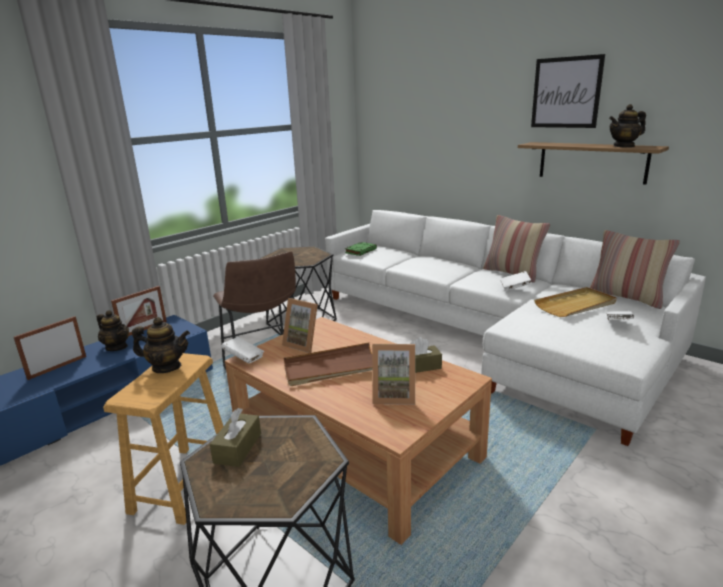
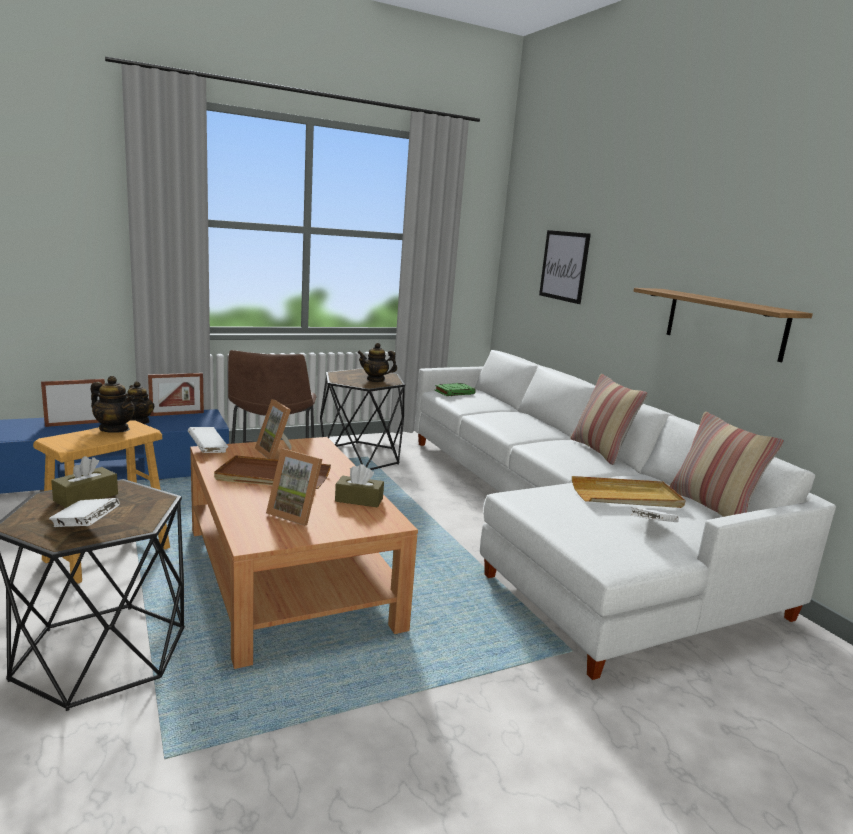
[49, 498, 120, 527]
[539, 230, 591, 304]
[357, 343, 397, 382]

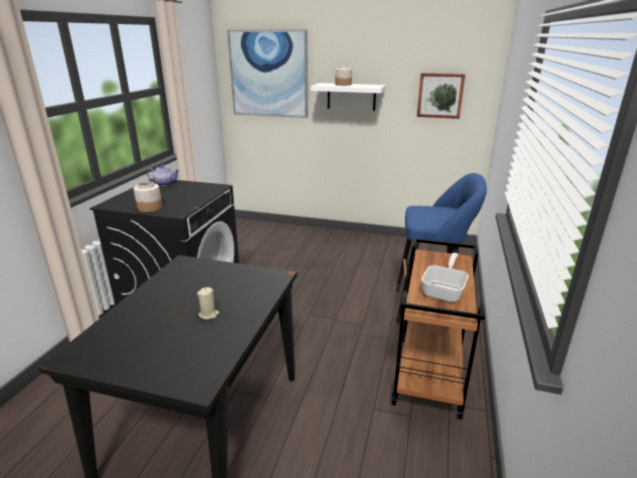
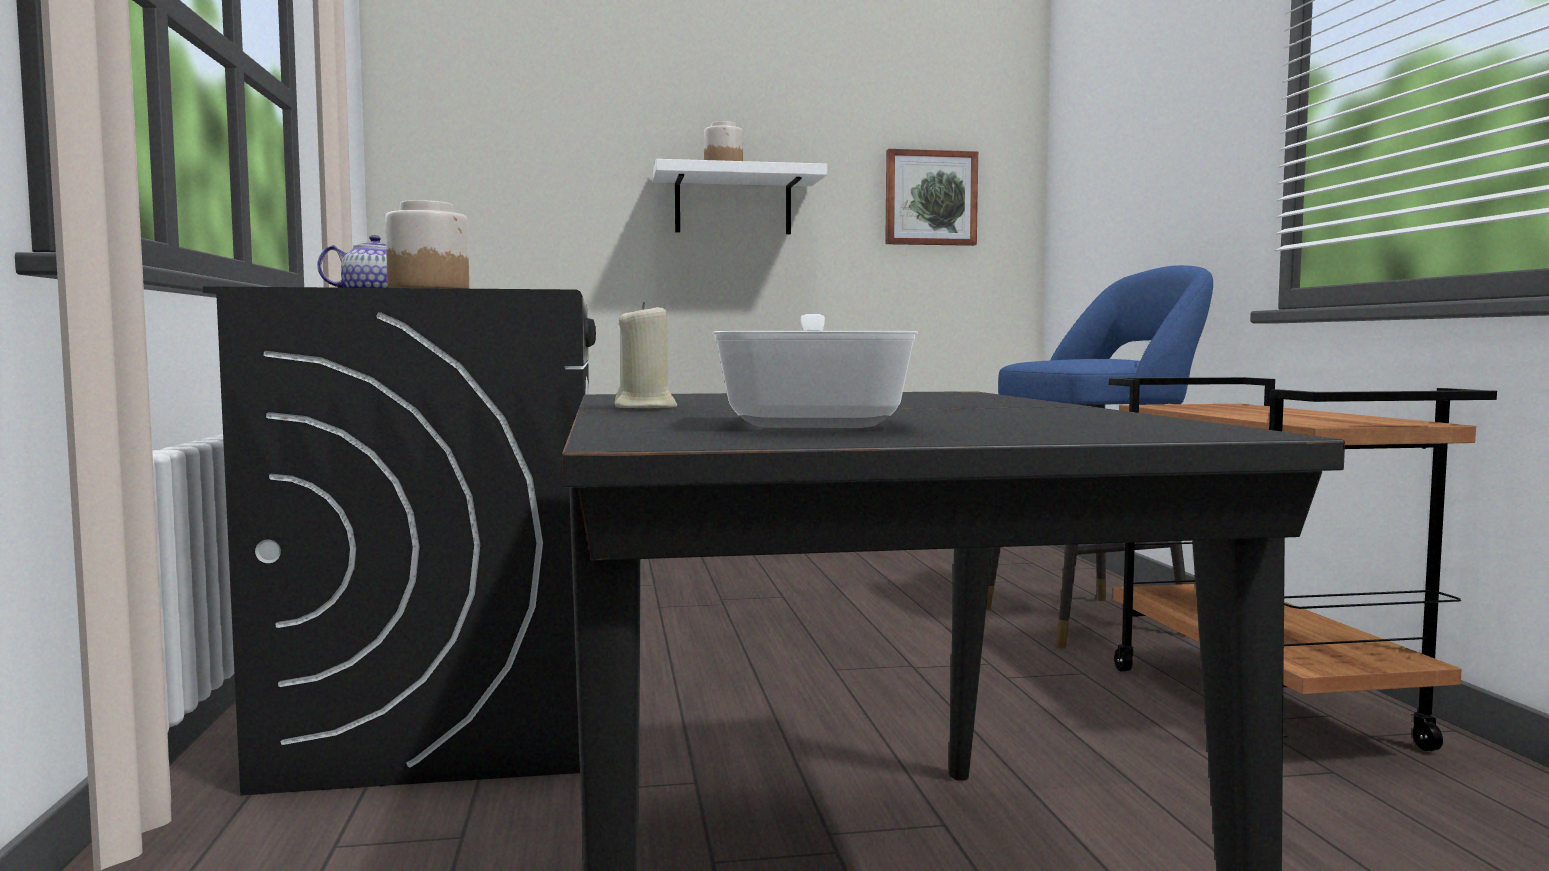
[227, 30, 308, 118] (first image)
[614, 302, 677, 408]
[712, 314, 918, 428]

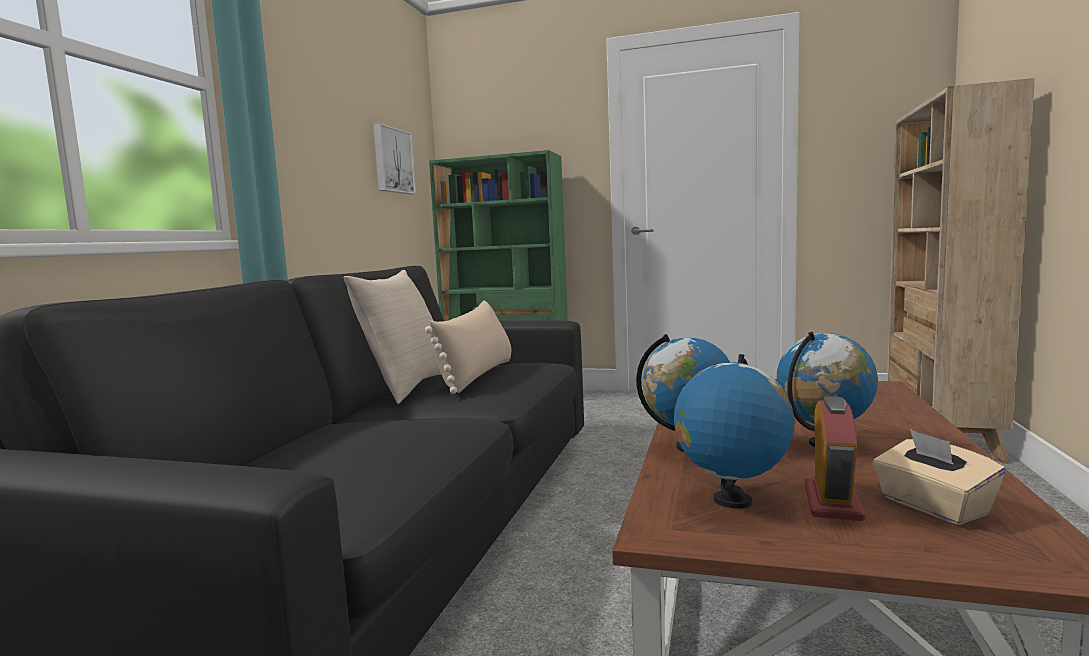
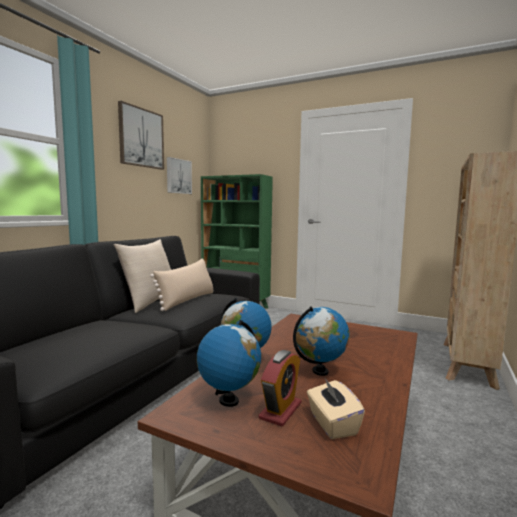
[118, 101, 164, 170]

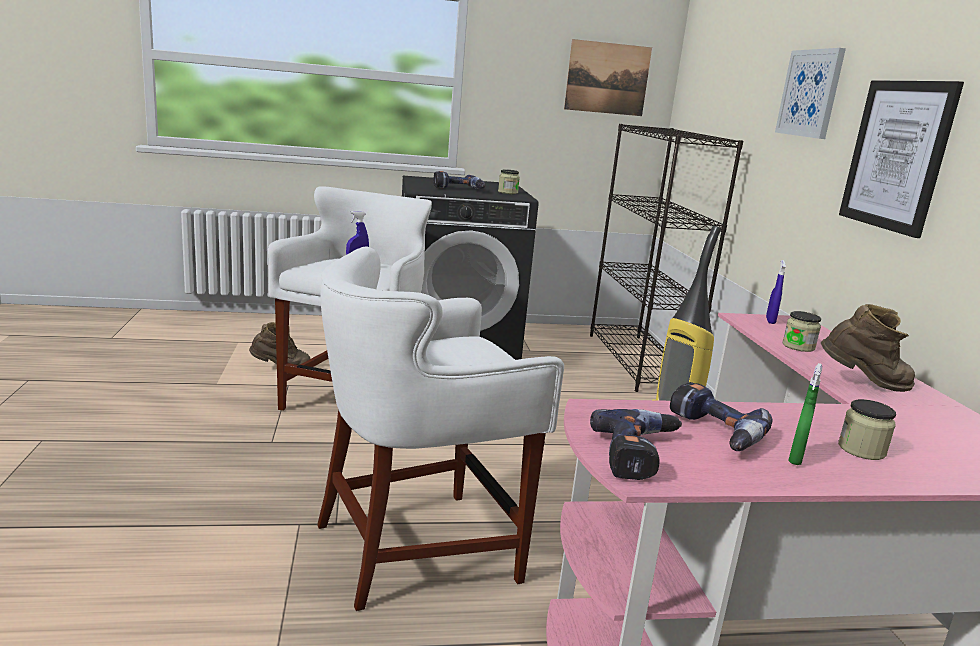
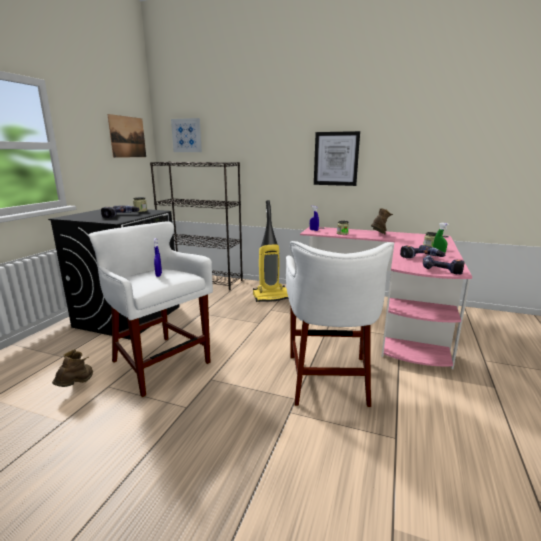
[171, 118, 202, 152]

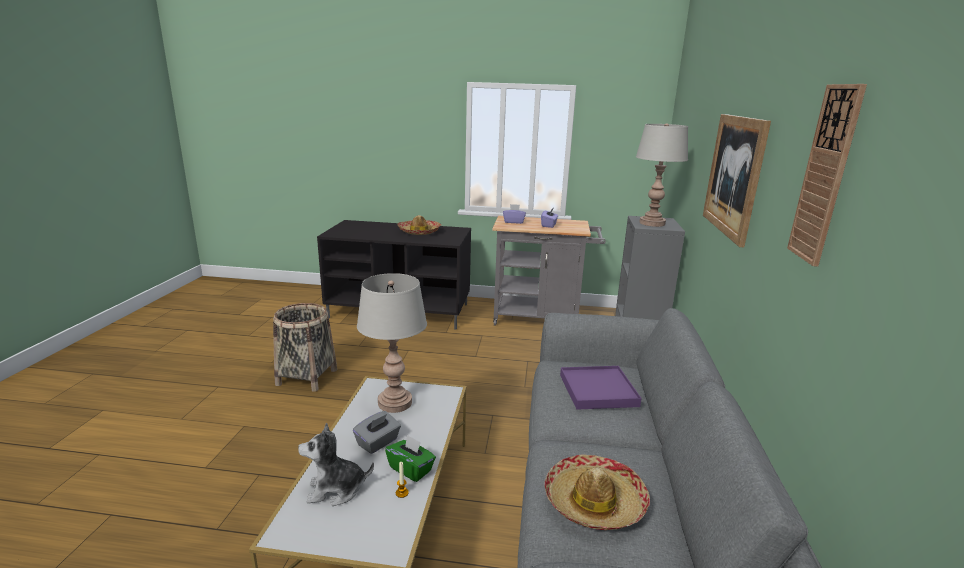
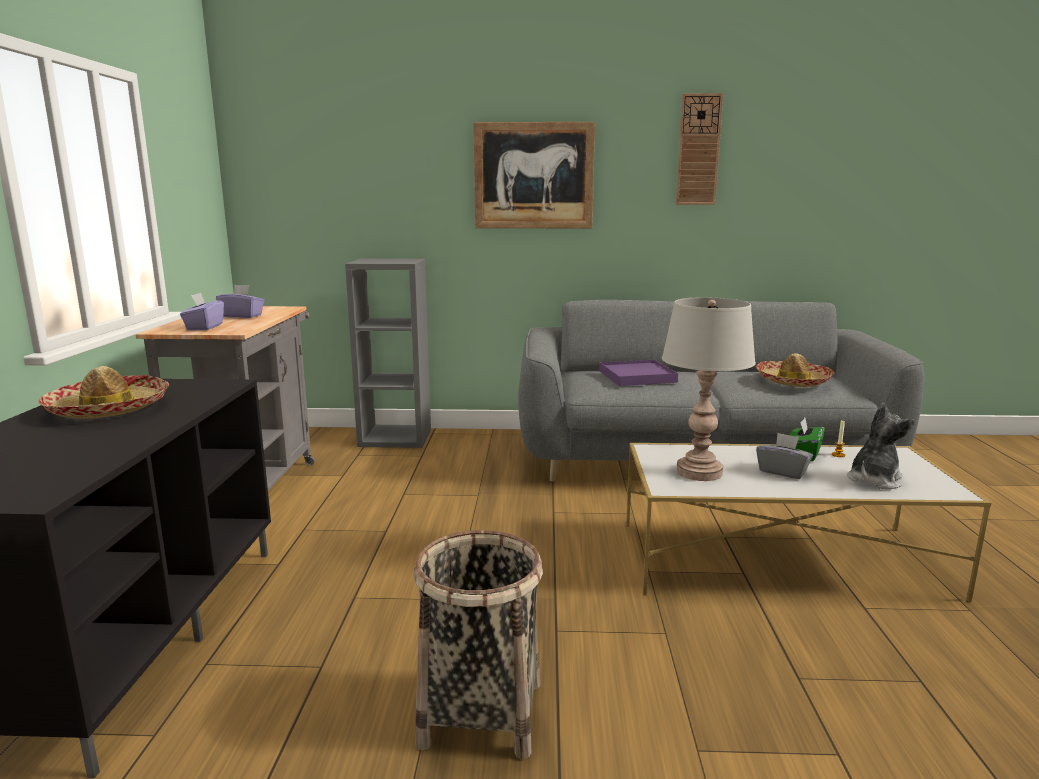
[636, 123, 688, 227] (first image)
[847, 403, 914, 489]

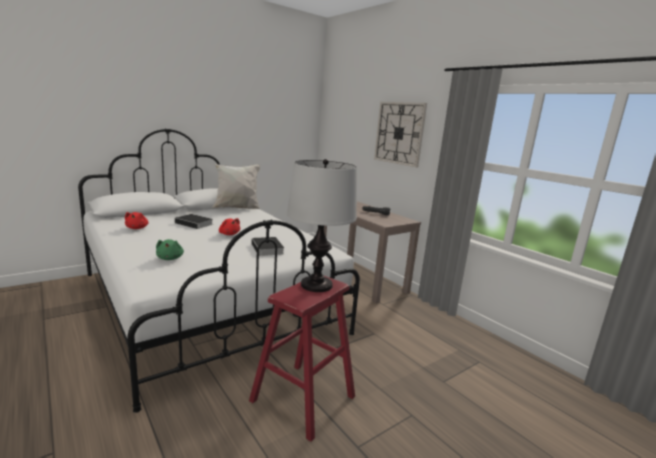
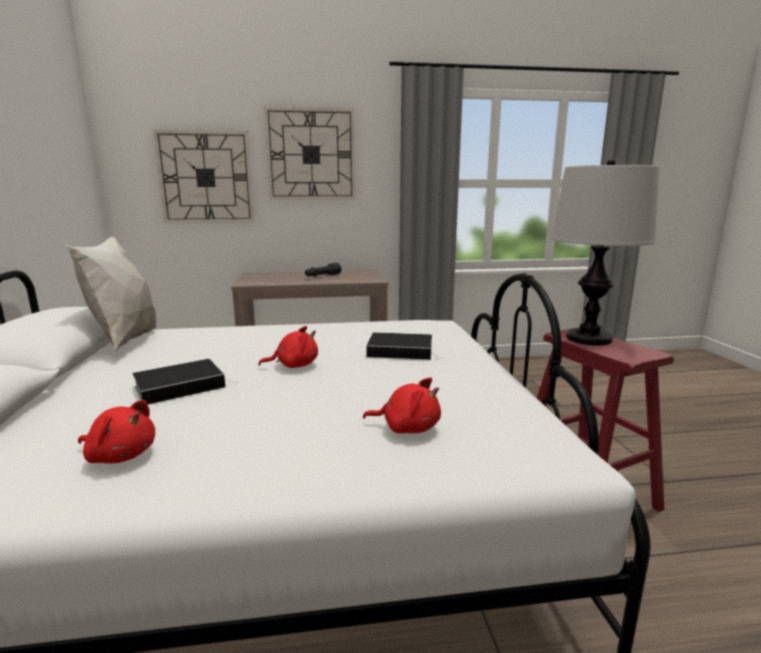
[153, 130, 254, 223]
[363, 377, 441, 433]

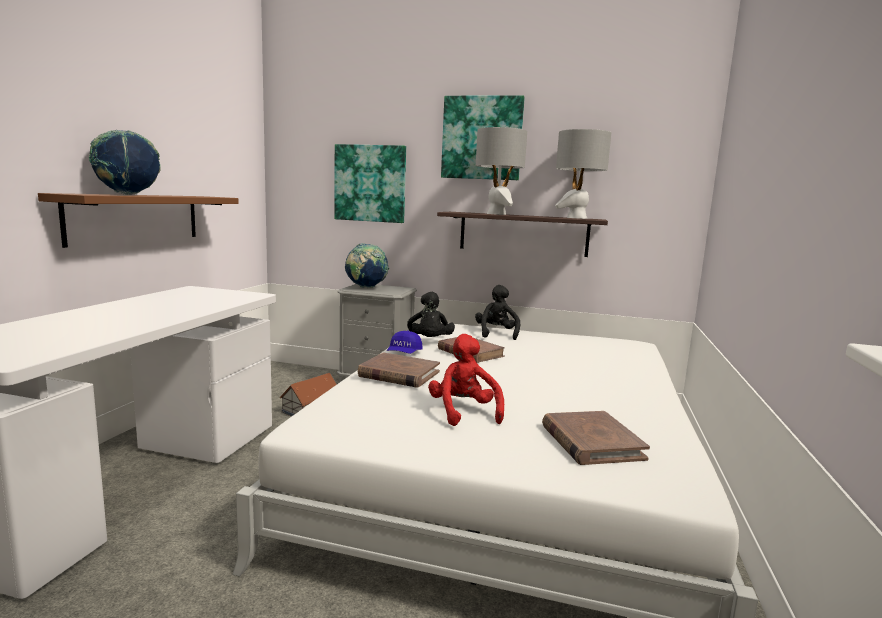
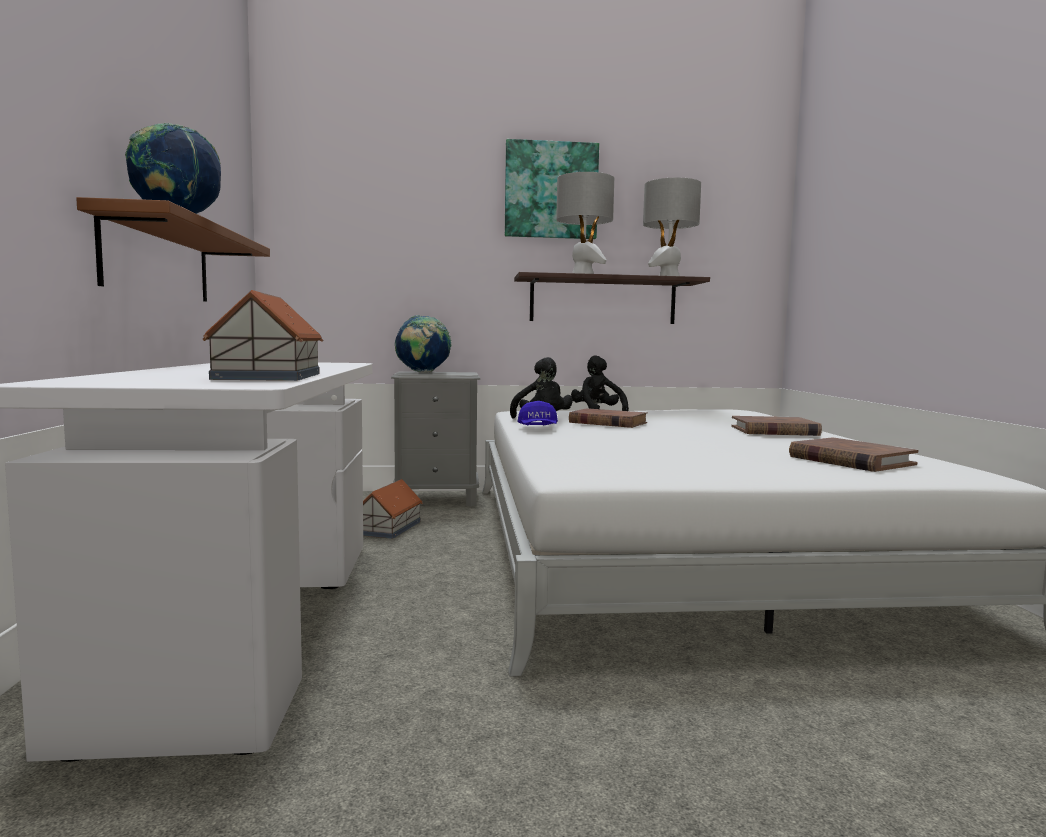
[334, 144, 406, 223] (first image)
[428, 334, 504, 426] (first image)
[203, 290, 323, 381]
[731, 416, 822, 436]

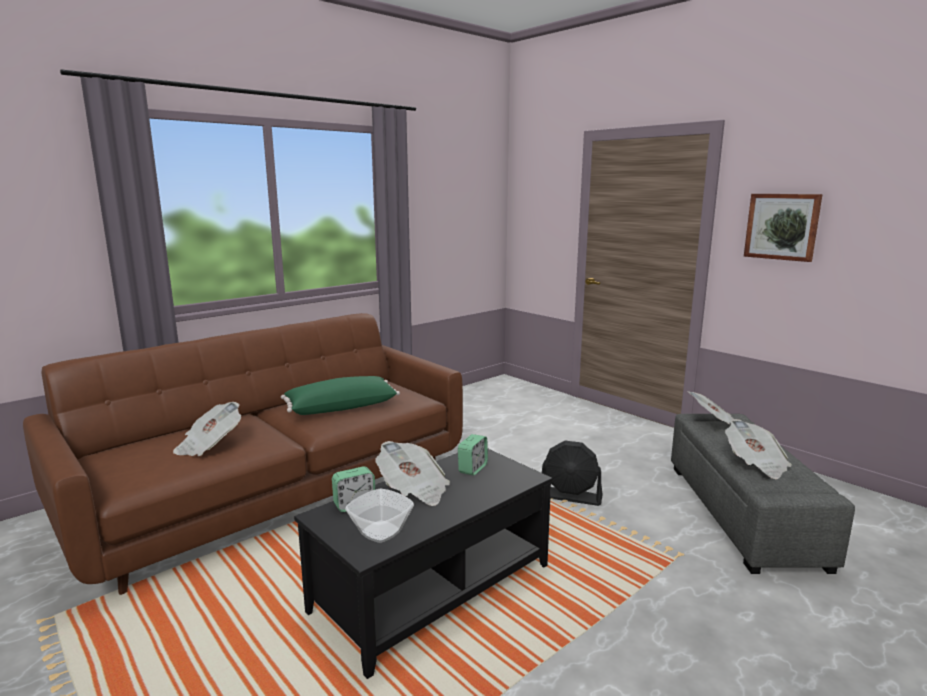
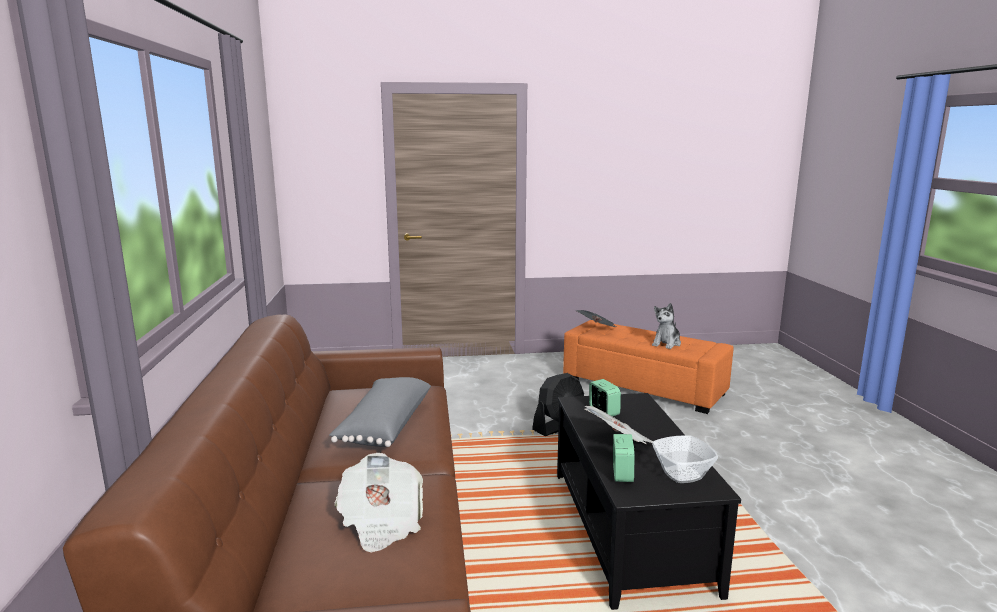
[744, 194, 823, 262] (first image)
[652, 303, 681, 349]
[329, 377, 431, 447]
[563, 320, 734, 414]

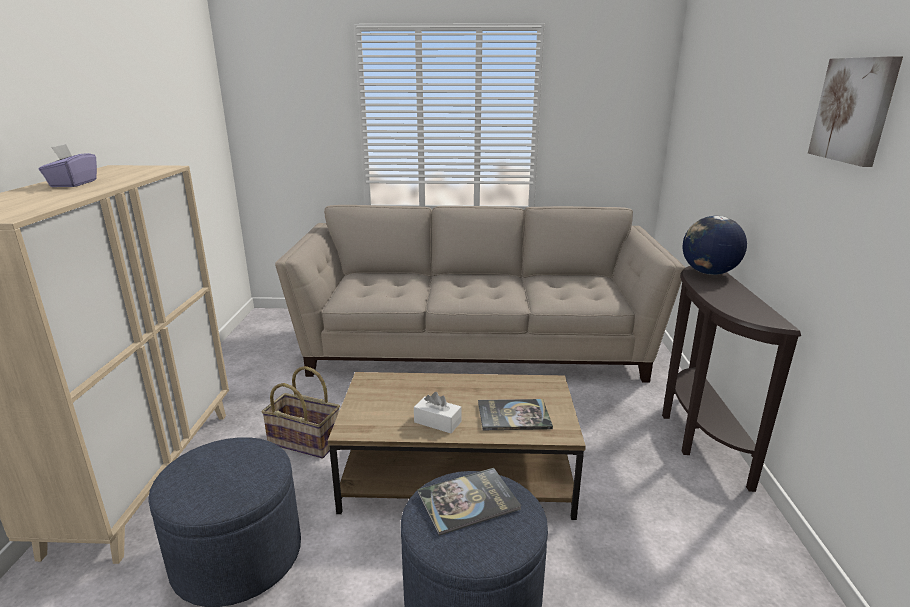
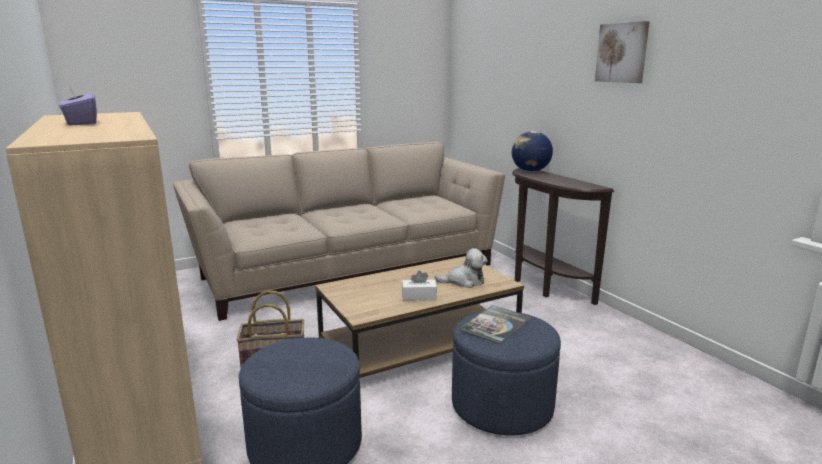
[435, 248, 488, 288]

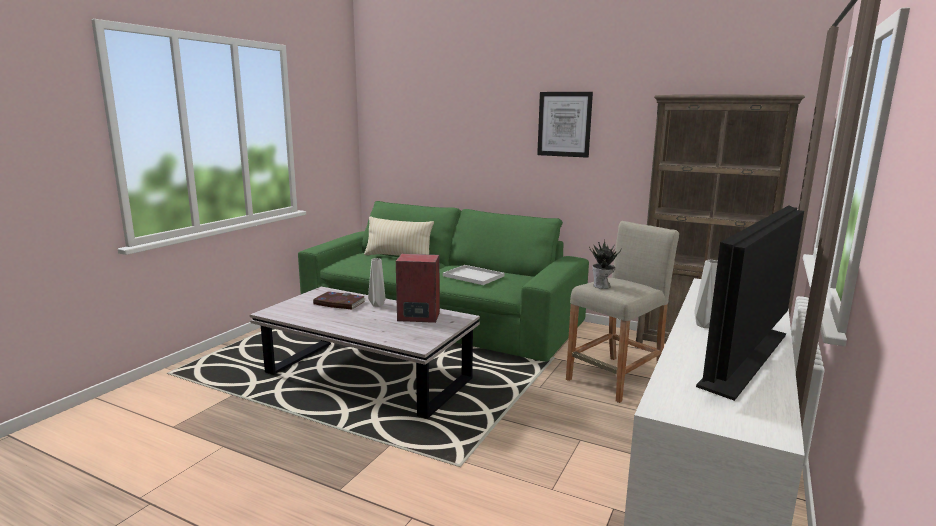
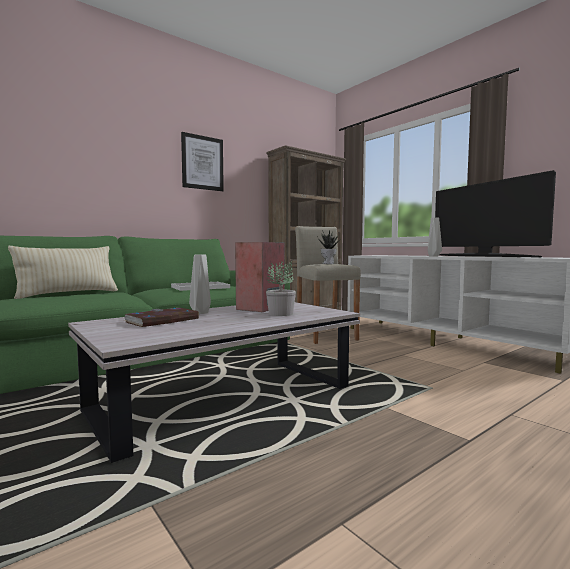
[266, 261, 296, 316]

